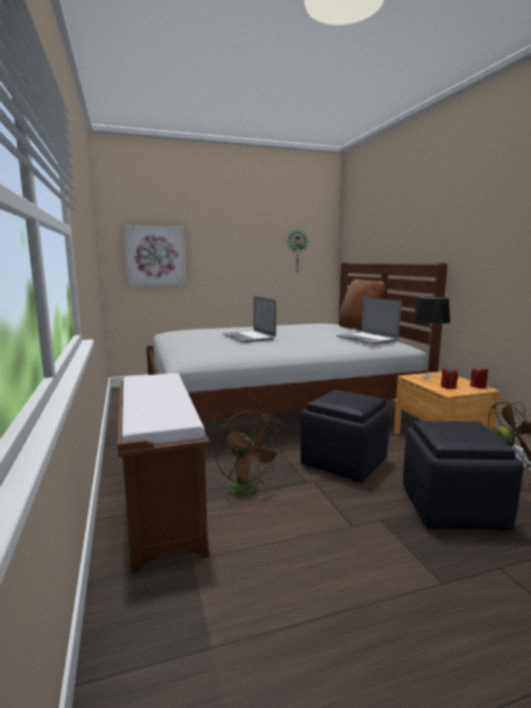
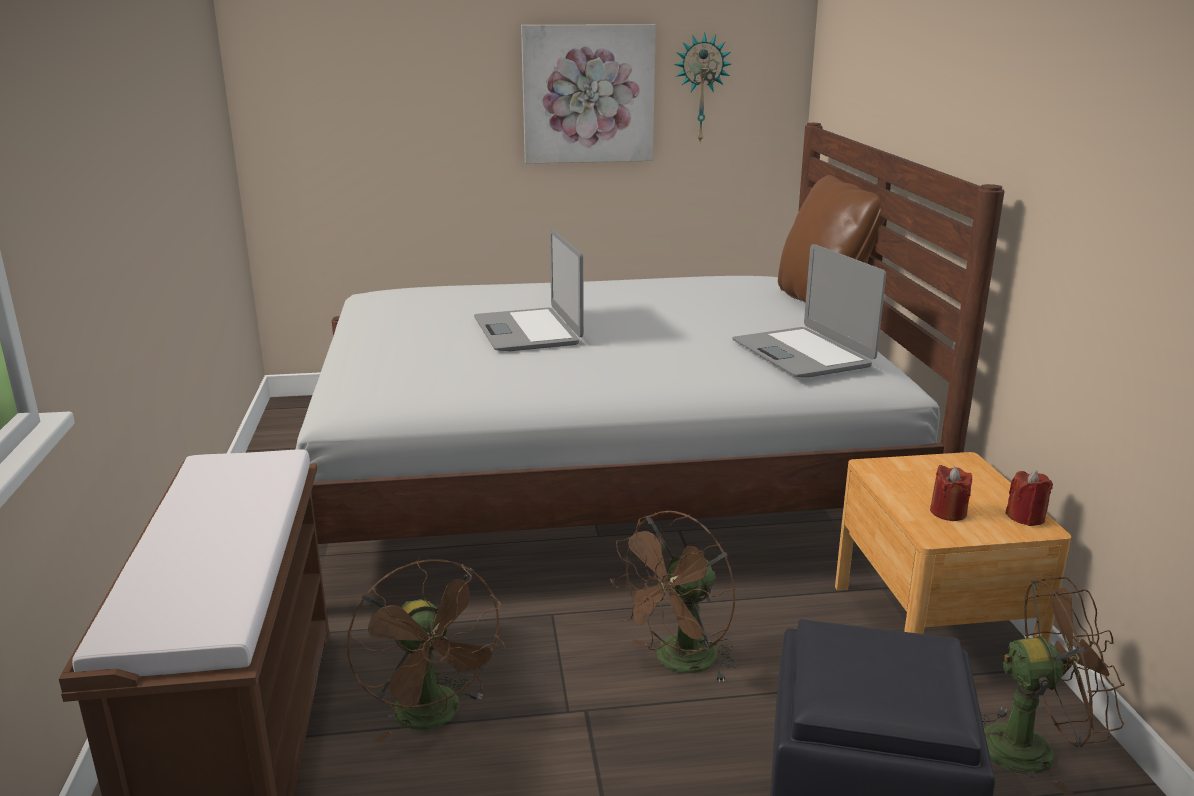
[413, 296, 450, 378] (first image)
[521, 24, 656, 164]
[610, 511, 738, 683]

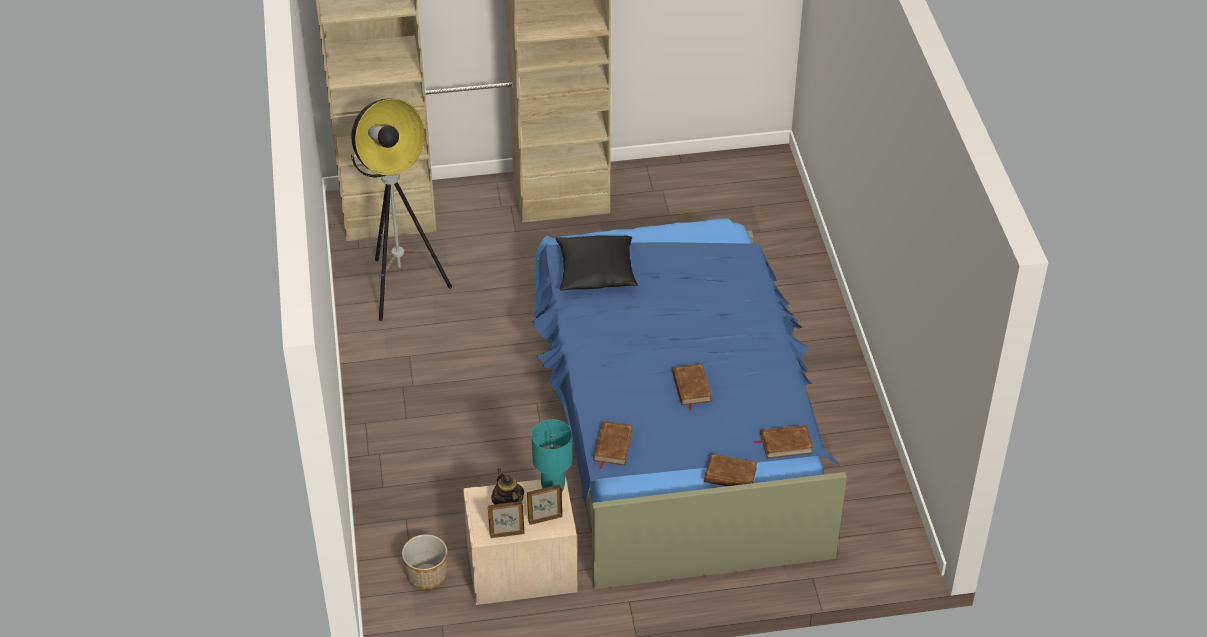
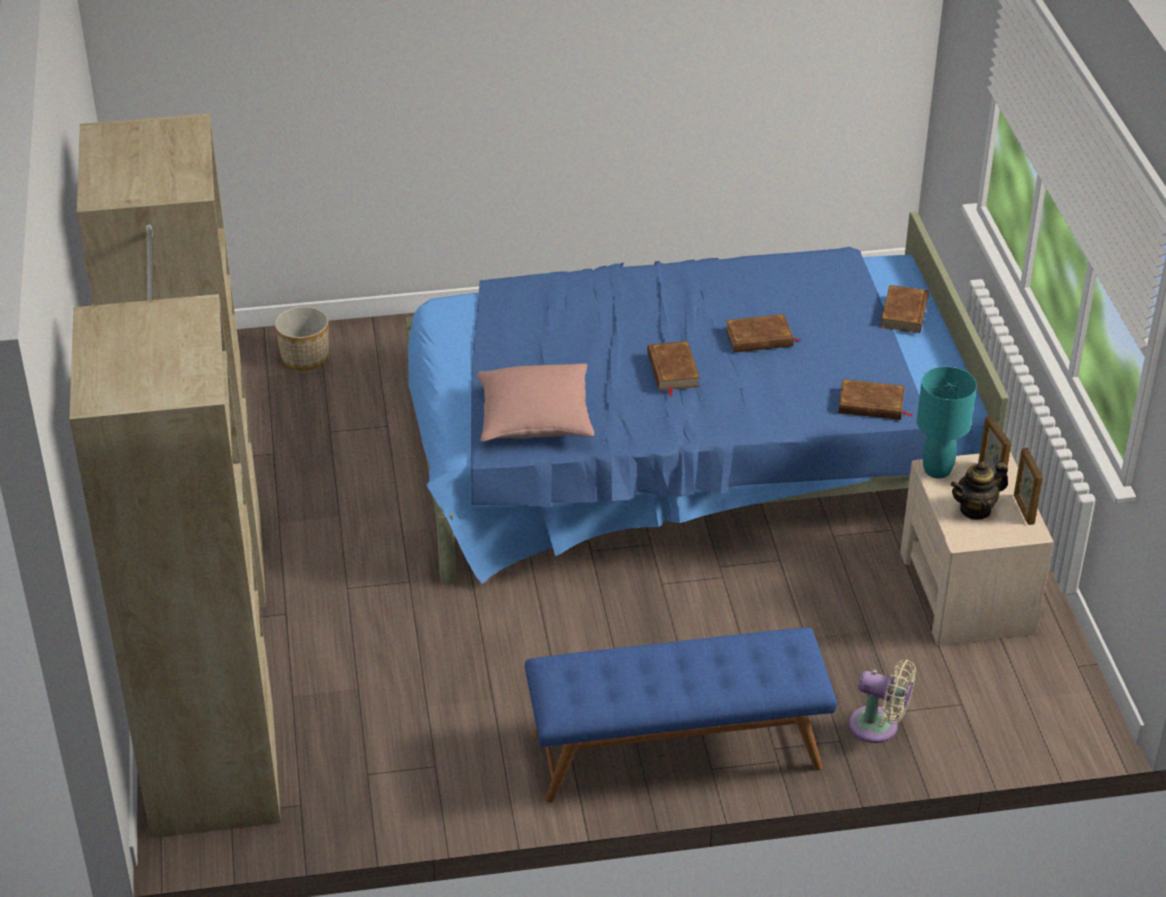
[351, 98, 452, 321] (first image)
[525, 627, 837, 803]
[849, 660, 916, 743]
[275, 306, 329, 370]
[647, 341, 700, 397]
[477, 364, 594, 442]

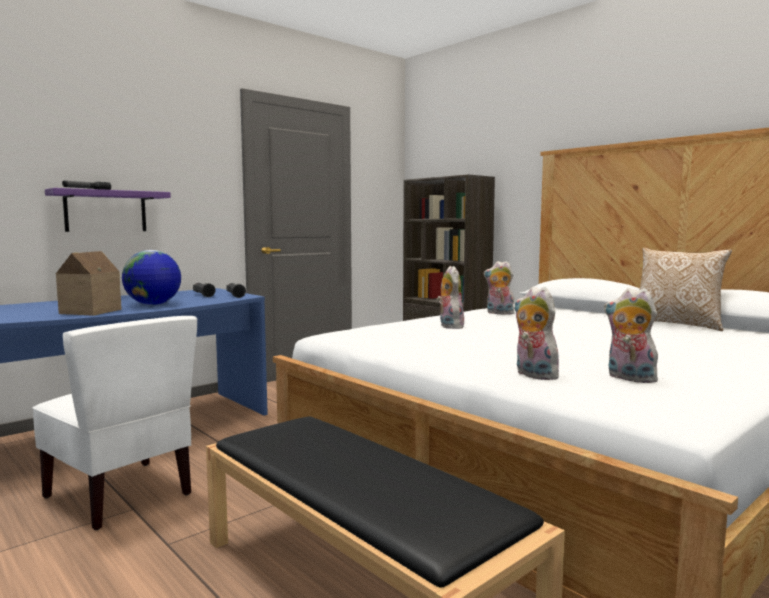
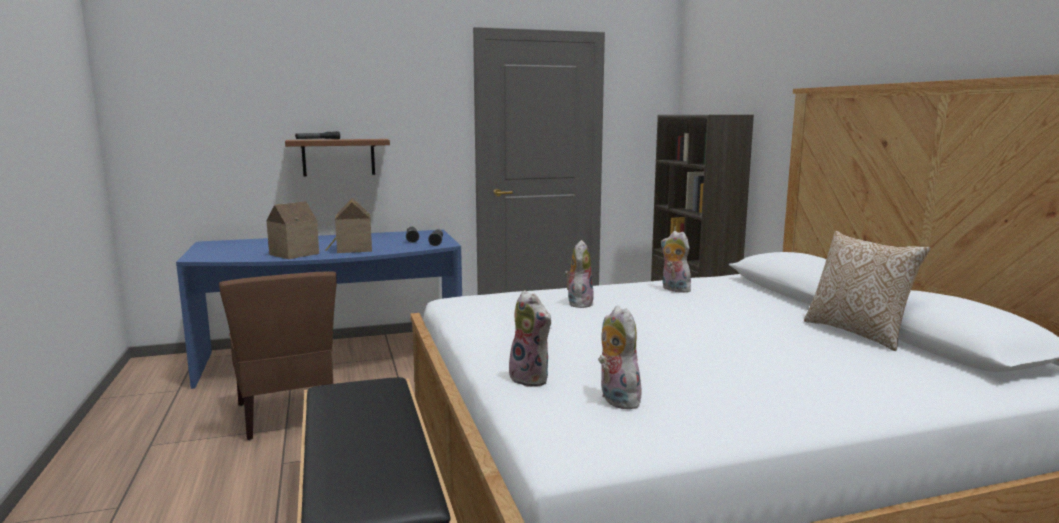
[325, 198, 372, 253]
[219, 271, 336, 440]
[285, 139, 390, 177]
[509, 290, 552, 387]

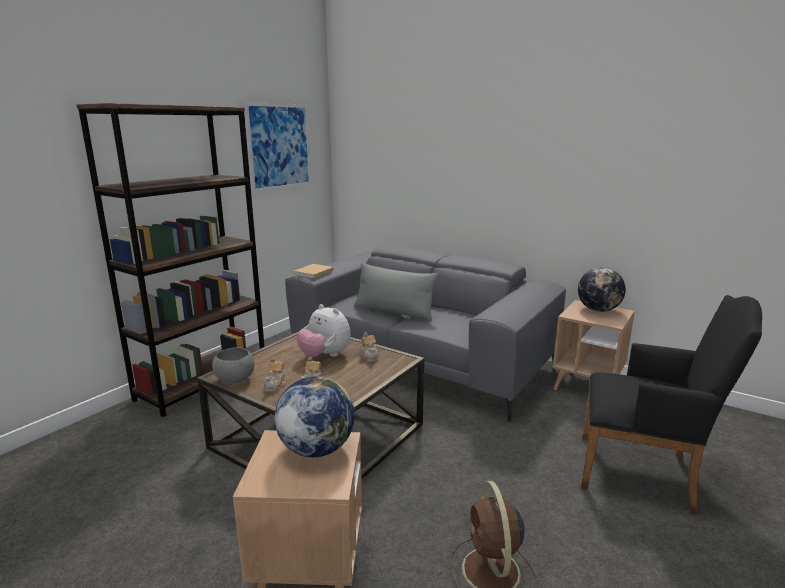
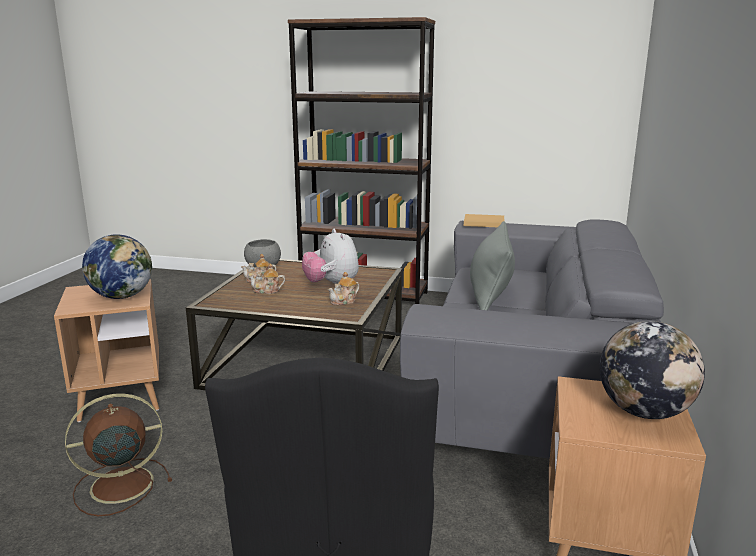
[244, 102, 311, 192] (first image)
[302, 229, 359, 287]

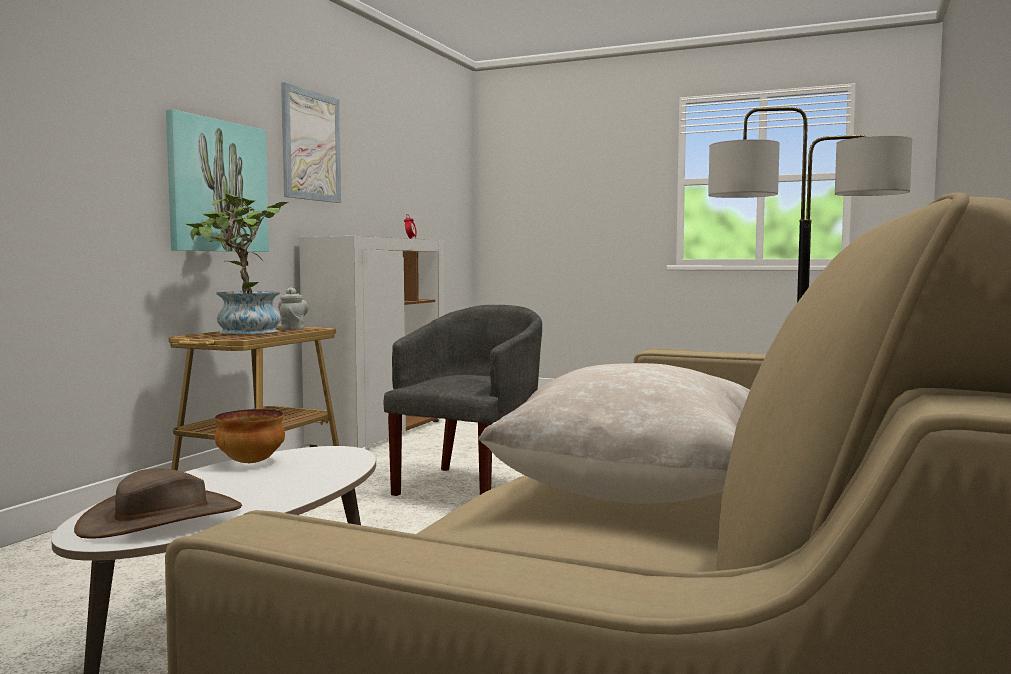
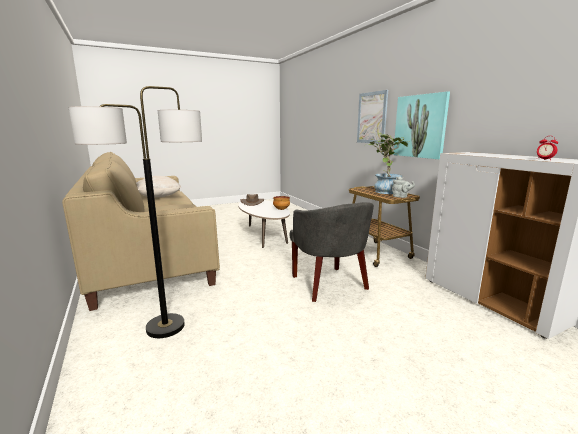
[357, 90, 388, 144]

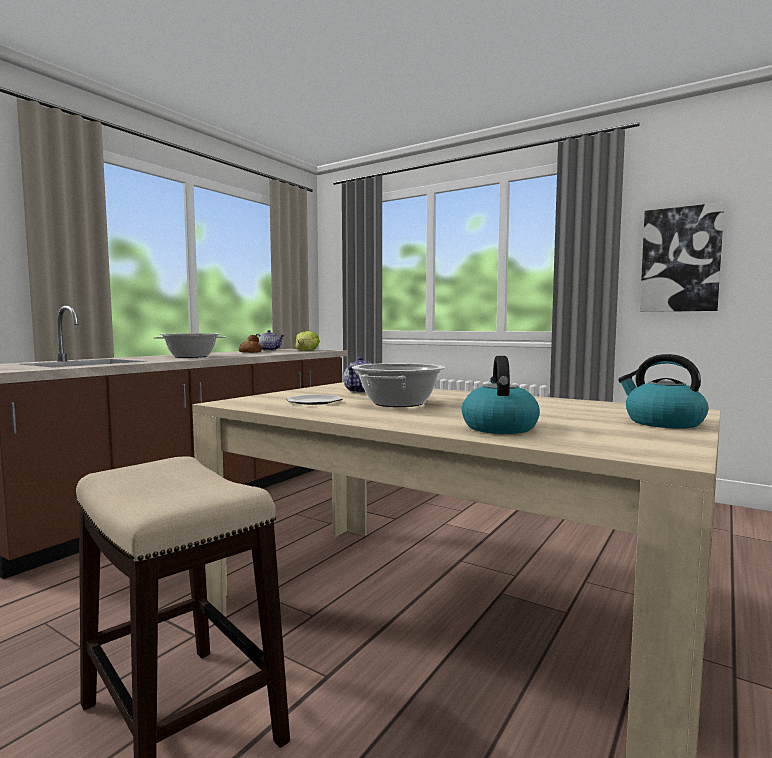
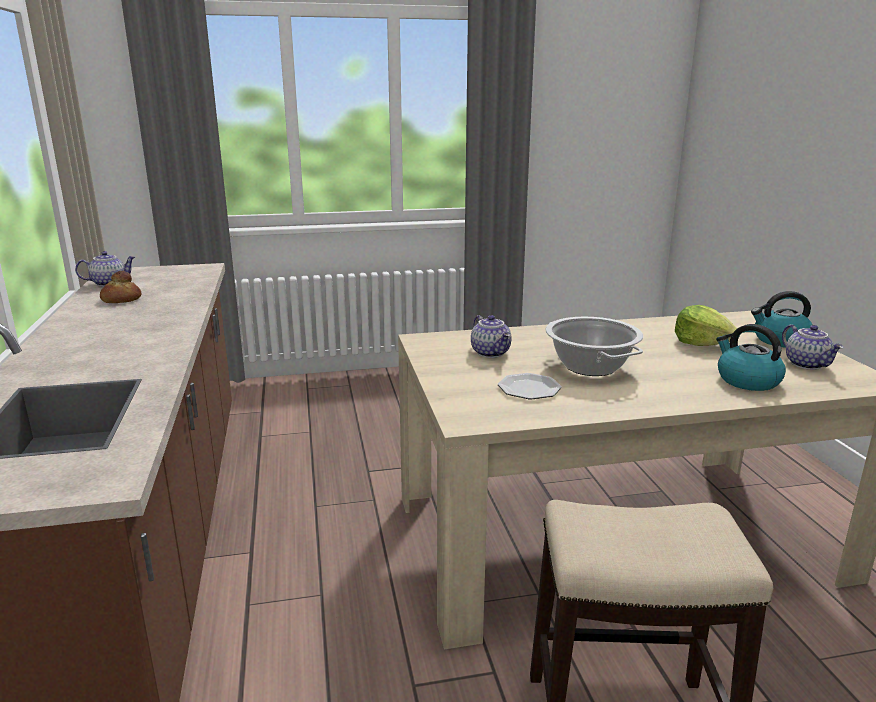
[153, 333, 226, 358] (first image)
[640, 202, 725, 312] (first image)
[782, 324, 843, 370]
[675, 305, 737, 346]

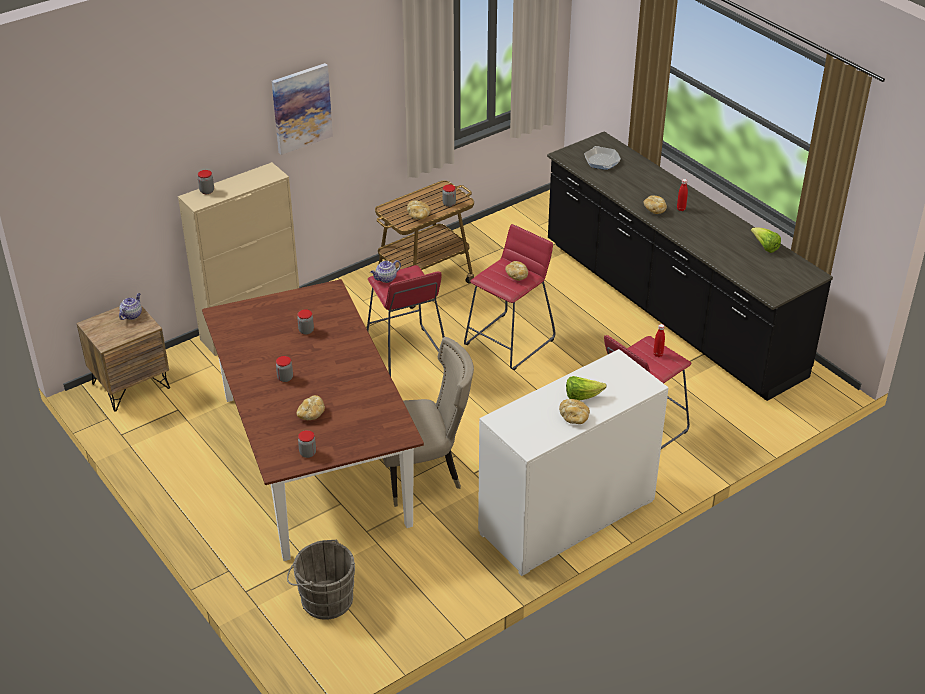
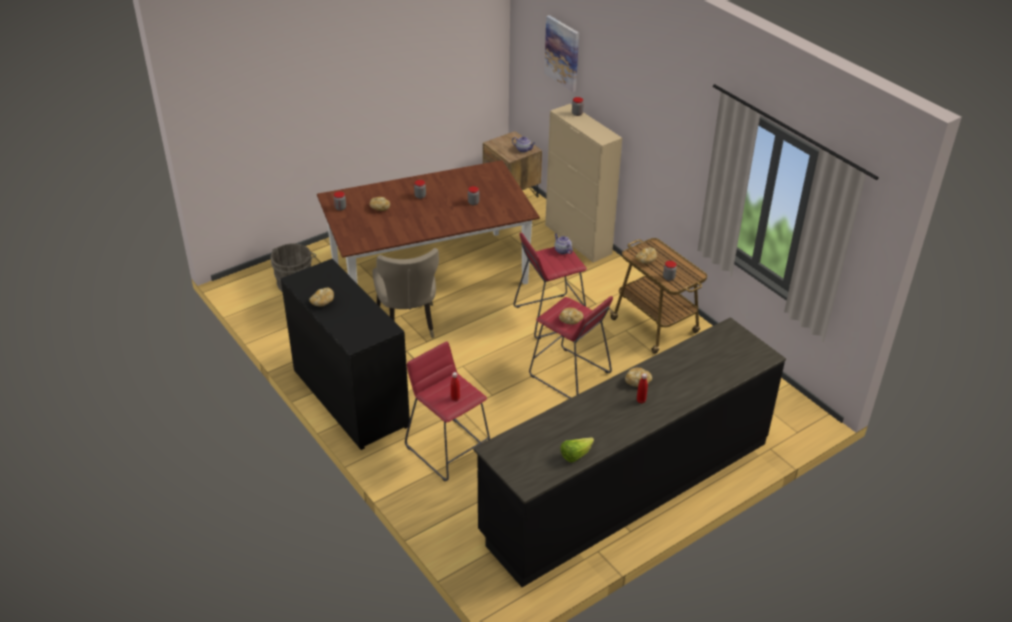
[566, 376, 607, 400] (first image)
[584, 146, 621, 170] (first image)
[544, 15, 579, 92]
[281, 259, 410, 450]

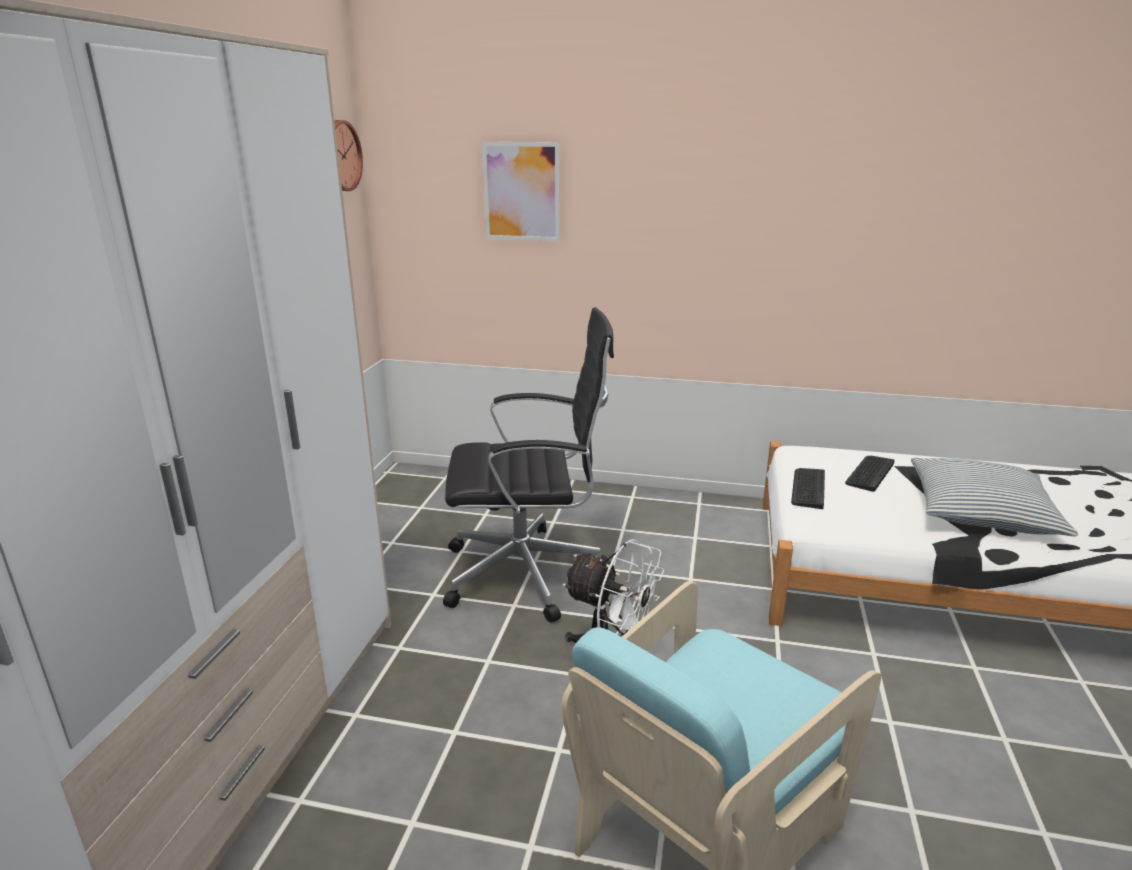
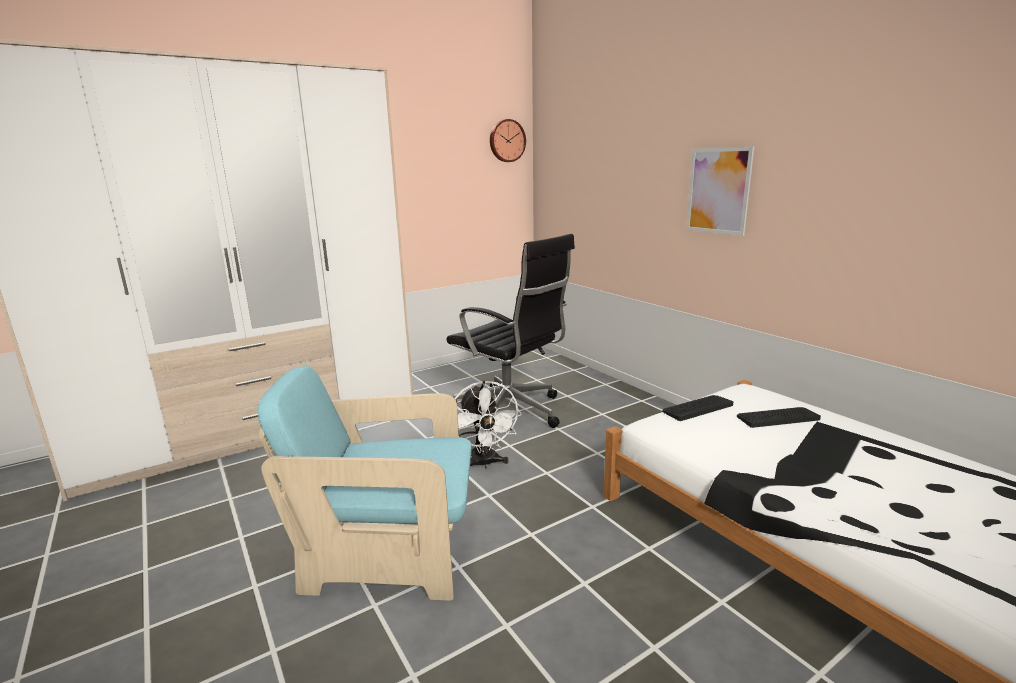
[911, 458, 1078, 536] (first image)
[686, 146, 754, 236]

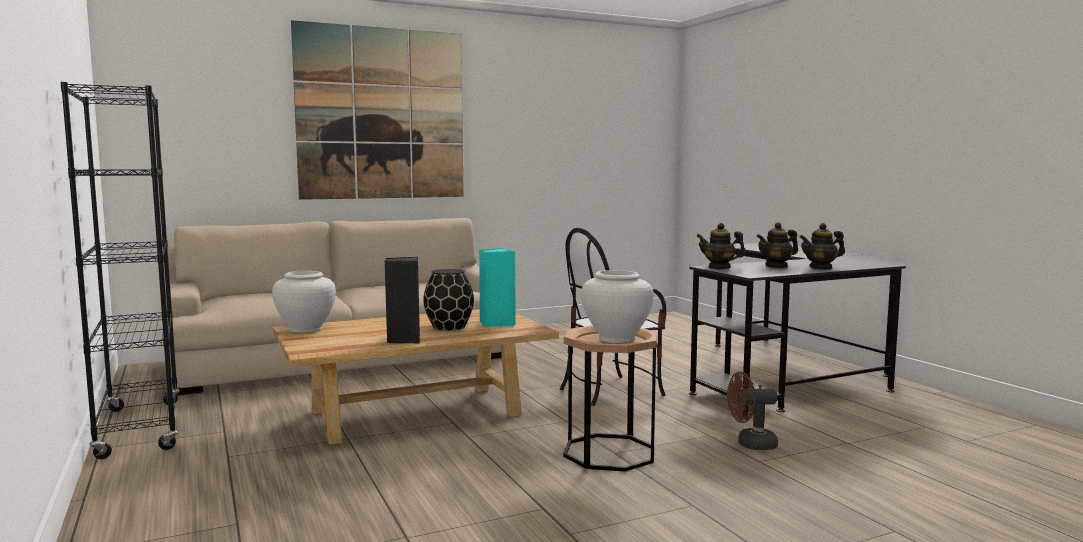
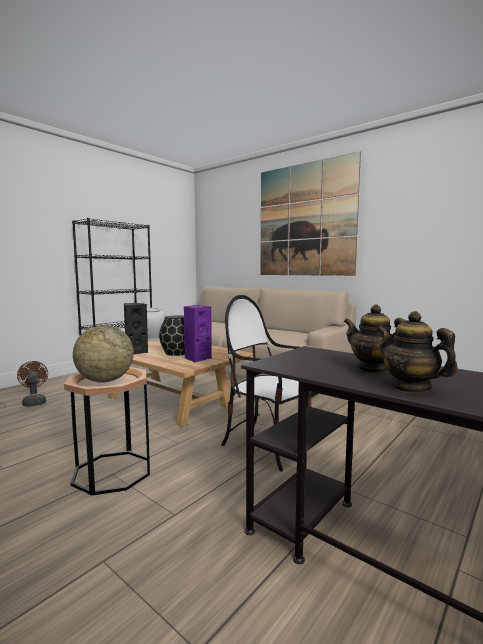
[696, 223, 746, 269] (first image)
[17, 361, 48, 407]
[73, 325, 134, 383]
[184, 305, 212, 362]

